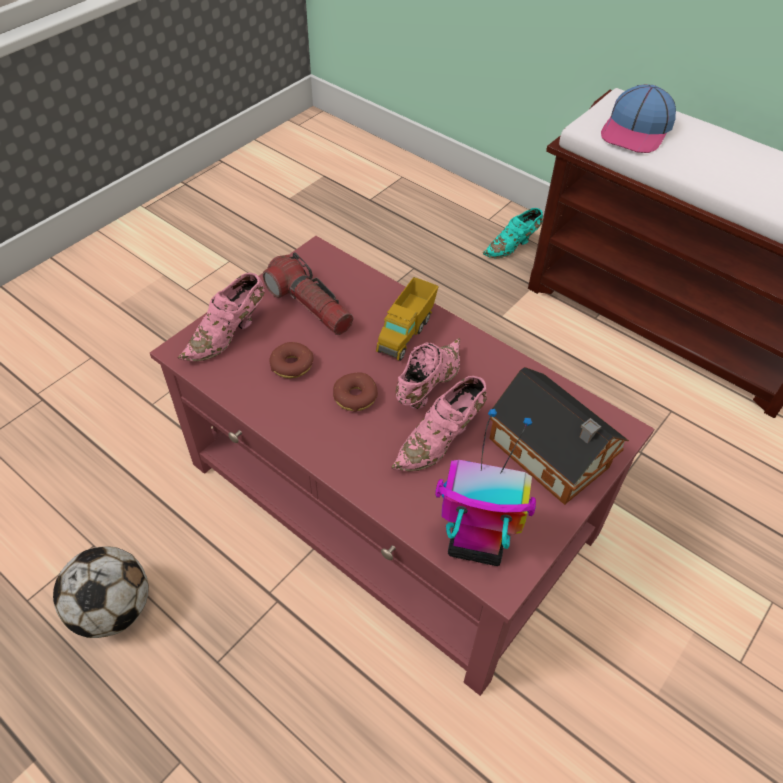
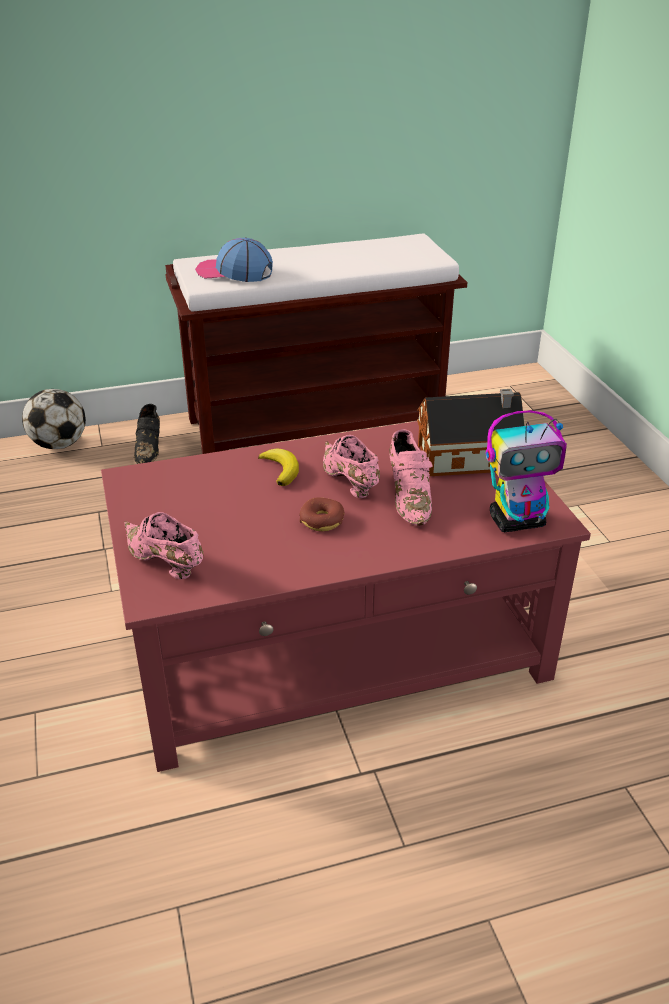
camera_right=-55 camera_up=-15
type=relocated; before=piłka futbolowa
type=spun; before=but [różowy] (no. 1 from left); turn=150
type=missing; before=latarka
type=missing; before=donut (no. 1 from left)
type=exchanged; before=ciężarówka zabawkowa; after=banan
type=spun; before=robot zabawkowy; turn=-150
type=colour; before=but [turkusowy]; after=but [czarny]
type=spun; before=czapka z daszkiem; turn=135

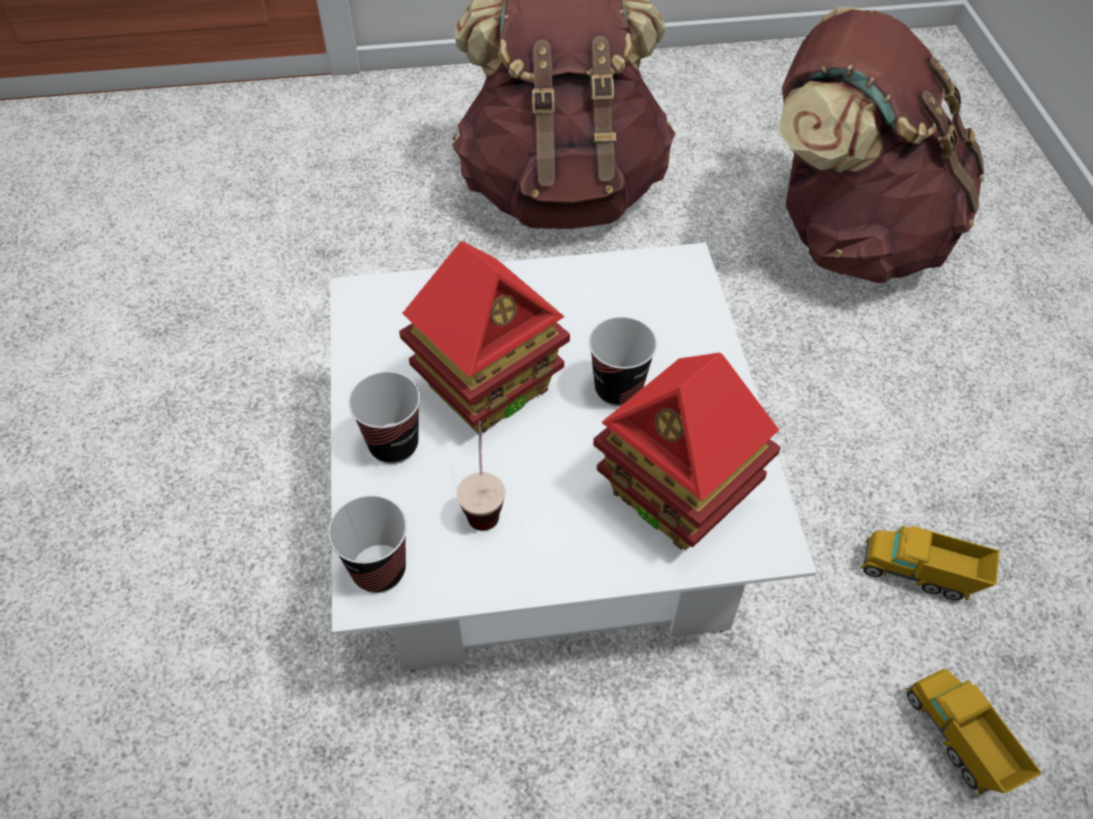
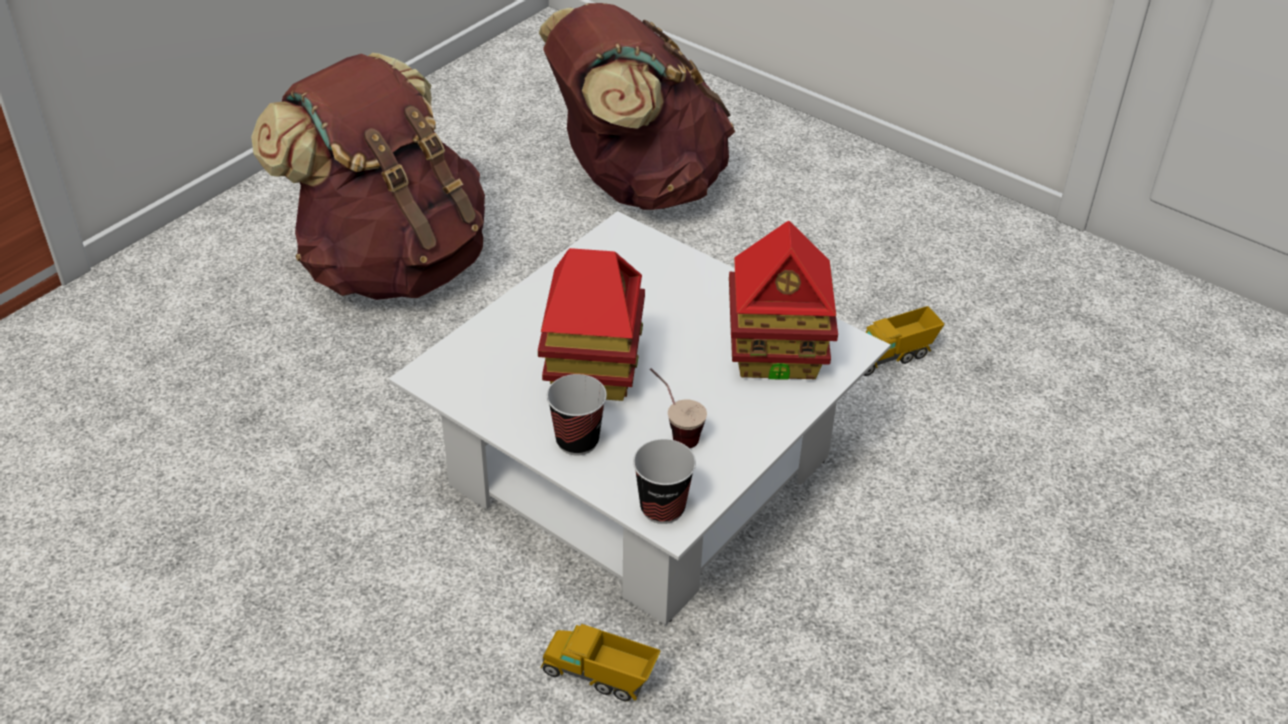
camera_right=-45 camera_up=-10
type=missing; before=filiżanka (no. 4 from left)
type=relocated; before=ciężarówka zabawkowa (no. 2 from left in the first image); after=ciężarówka zabawkowa (no. 1 from left)

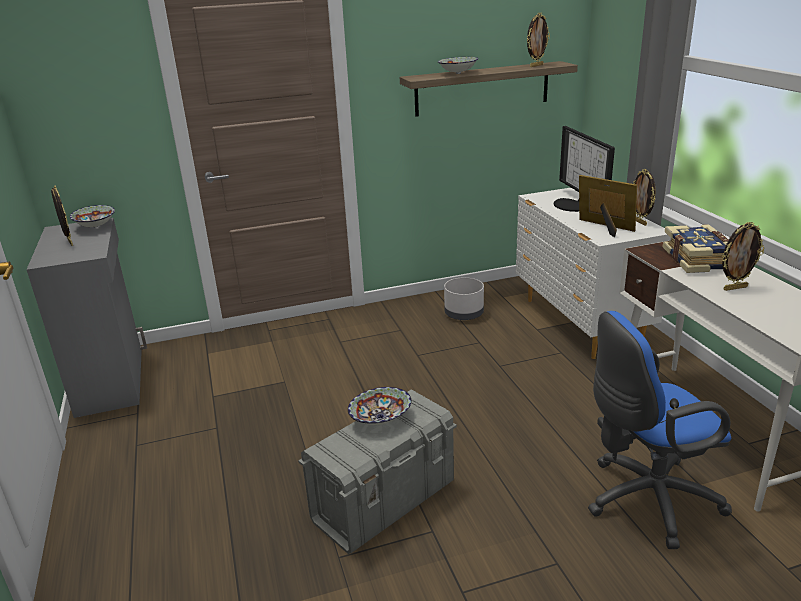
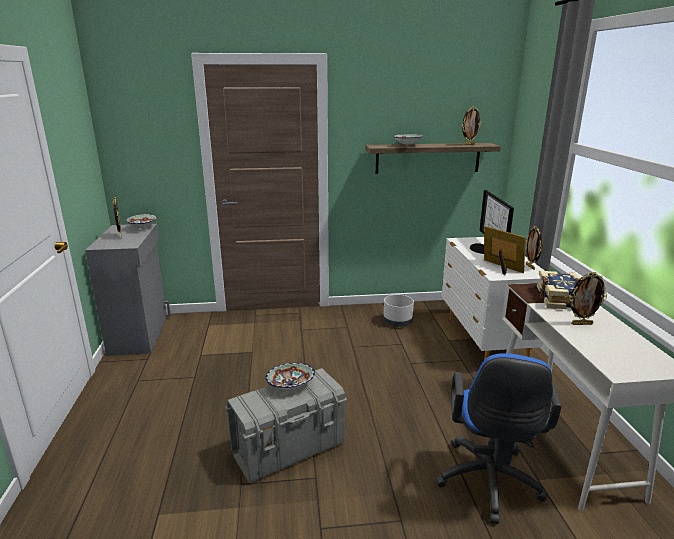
camera_right=10 camera_up=-5
type=spun; before=krzesło biurowe [niebieski]; turn=-75

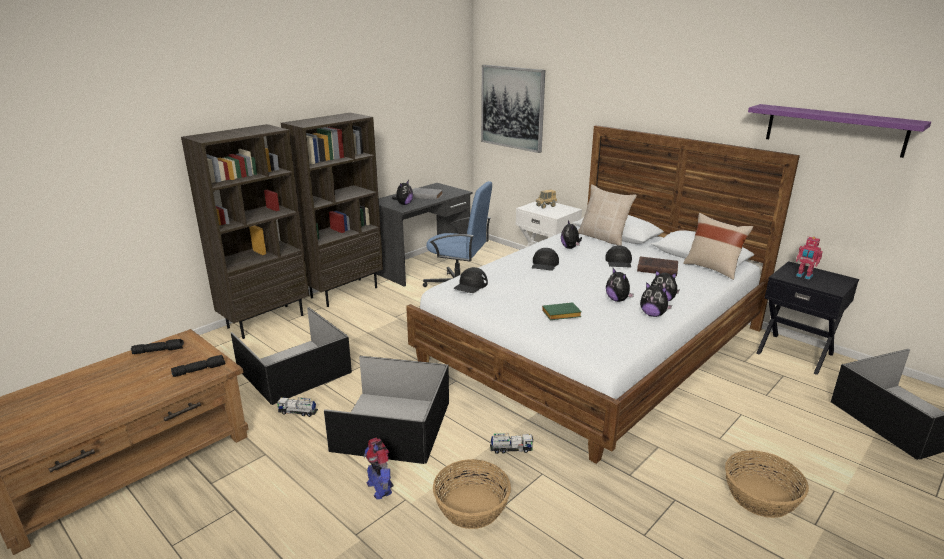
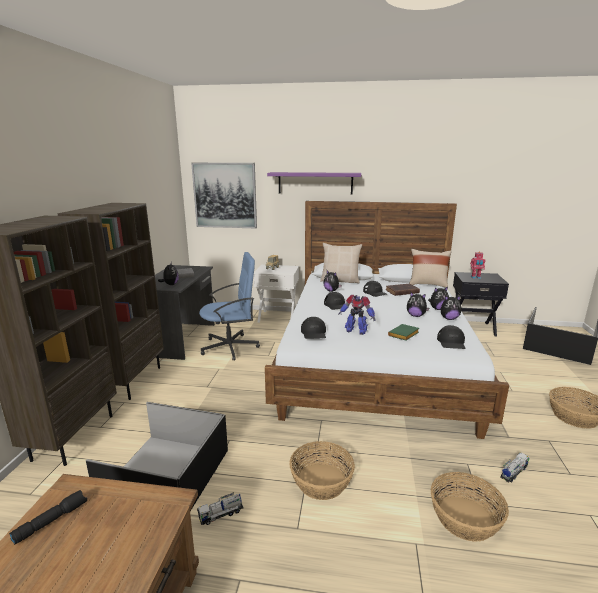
camera_right=-35 camera_up=-5
type=missing; before=latarka [czarny] (no. 2 from left)
type=exchanged; before=pojemnik do przechowywania [czarny] (no. 2 from left); after=koszyk (no. 1 from left)
type=relocated; before=robot zabawkowy (no. 1 from left)
type=relocated; before=ciężarówka zabawkowa (no. 2 from left in the first image); after=ciężarówka zabawkowa (no. 3 from left)
type=relocated; before=półka [fioletowy]
type=appeared; after=czapka z daszkiem [czarny] (no. 4 from left)

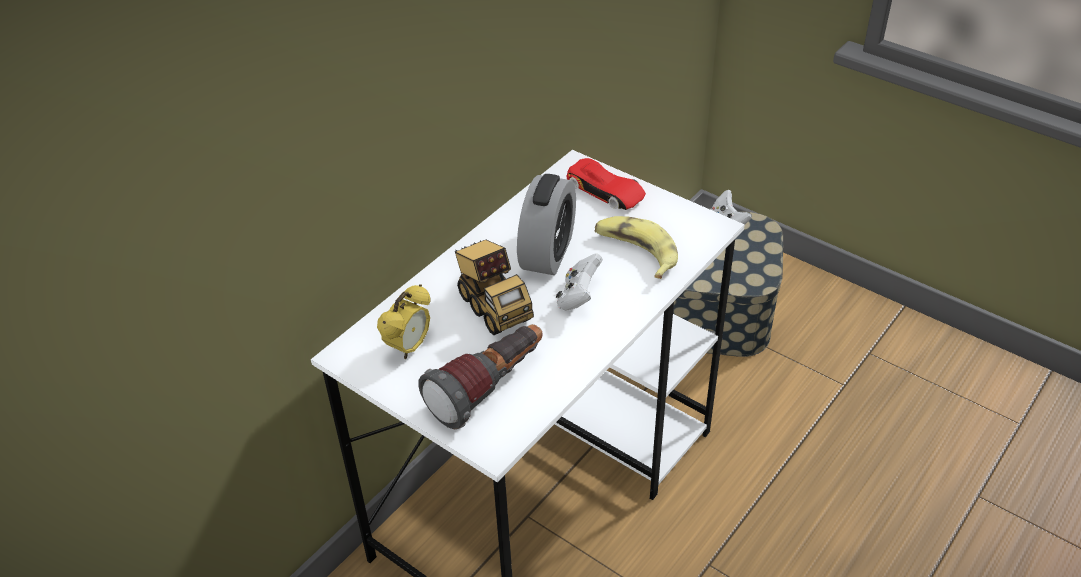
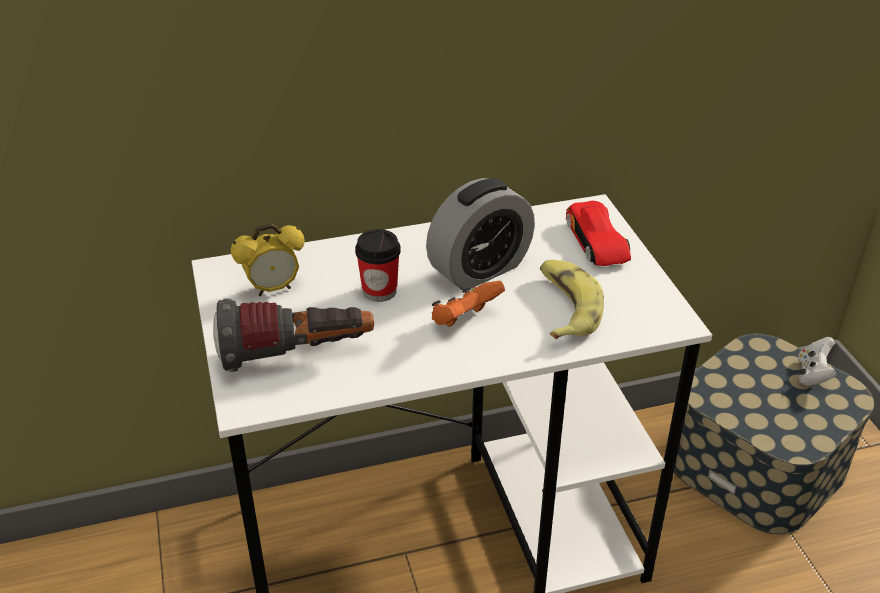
camera_right=35 camera_up=-5
type=exchanged; before=ciężarówka zabawkowa; after=filiżanka
type=colour; before=pad do gier [biały] (no. 1 from left); after=pad do gier [pomarańczowy]

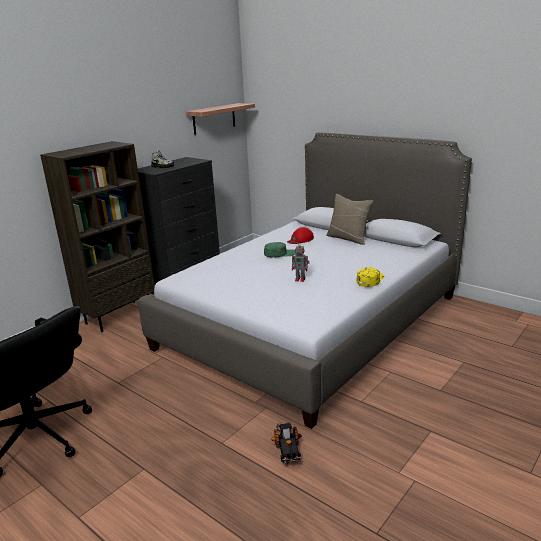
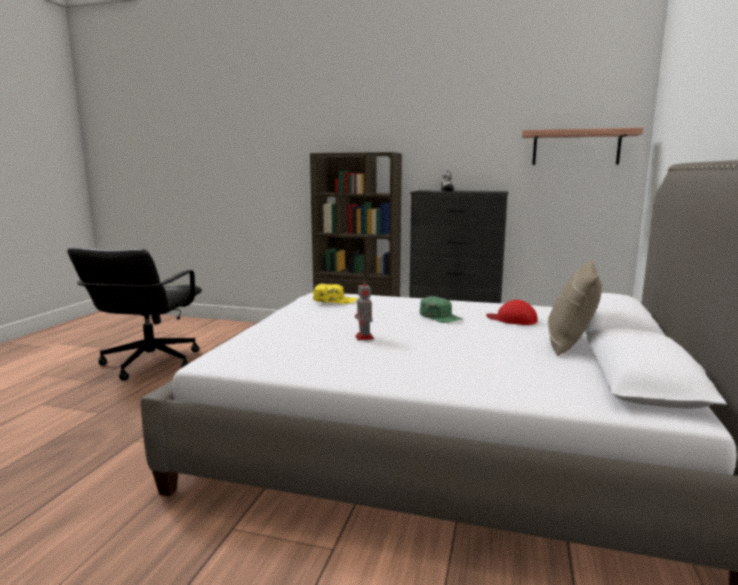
camera_right=65 camera_up=-10
type=missing; before=ciężarówka zabawkowa
type=relocated; before=czapka z daszkiem [żółty]

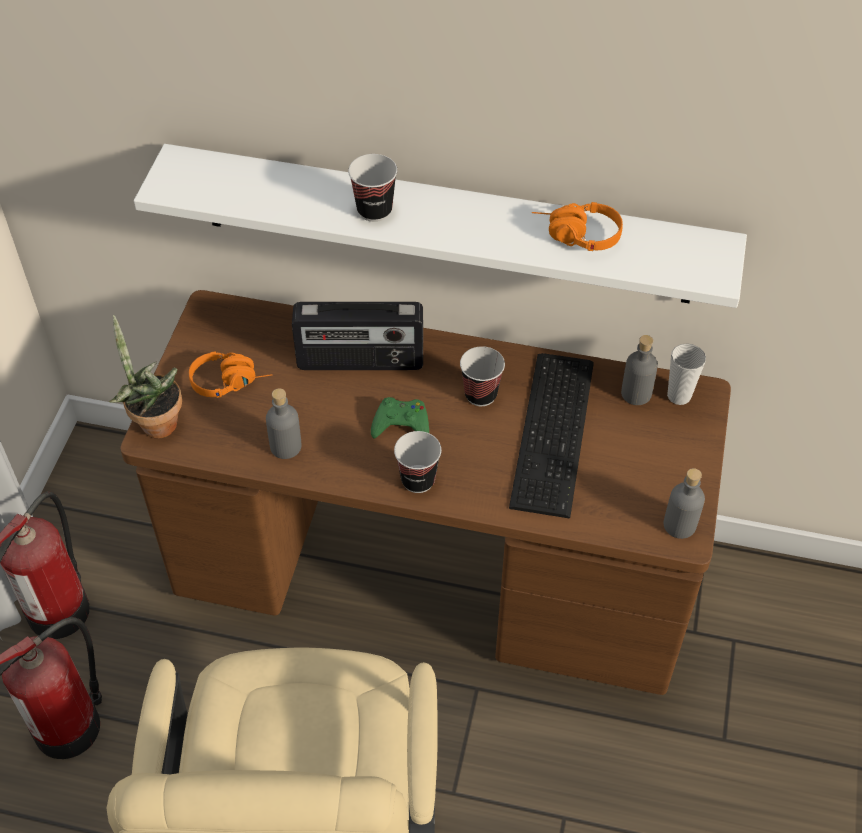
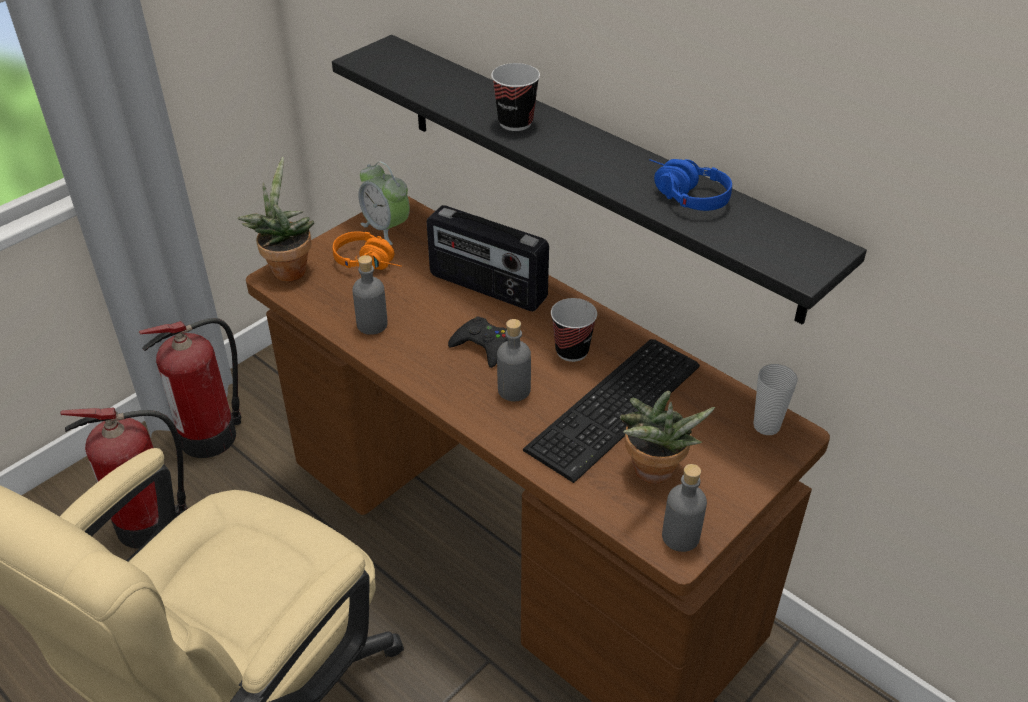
camera_right=30 camera_up=-10
type=colour; before=półka [biały]; after=półka [czarny]
type=colour; before=pad do gier [zielony]; after=pad do gier [czarny]
type=missing; before=filiżanka (no. 2 from left)
type=colour; before=słuchawki [pomarańczowy] (no. 2 from left); after=słuchawki [niebieski]
type=relocated; before=butelka [szary] (no. 2 from left)
type=appeared; after=budzik
type=appeared; after=roślina doniczkowa (no. 2 from left)

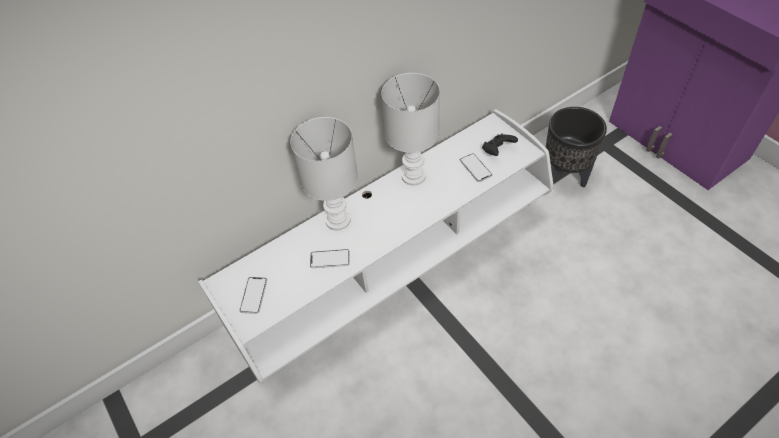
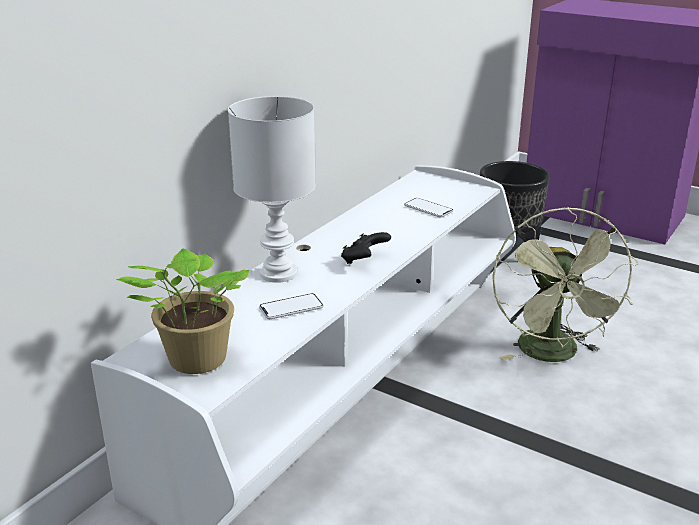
camera_right=-25 camera_up=-25
type=exchanged; before=telefon (no. 1 from left); after=roślina doniczkowa
type=missing; before=lampa stołowa [biały] (no. 2 from left)
type=relocated; before=pad do gier [czarny]
type=appeared; after=wentylator [zielony]

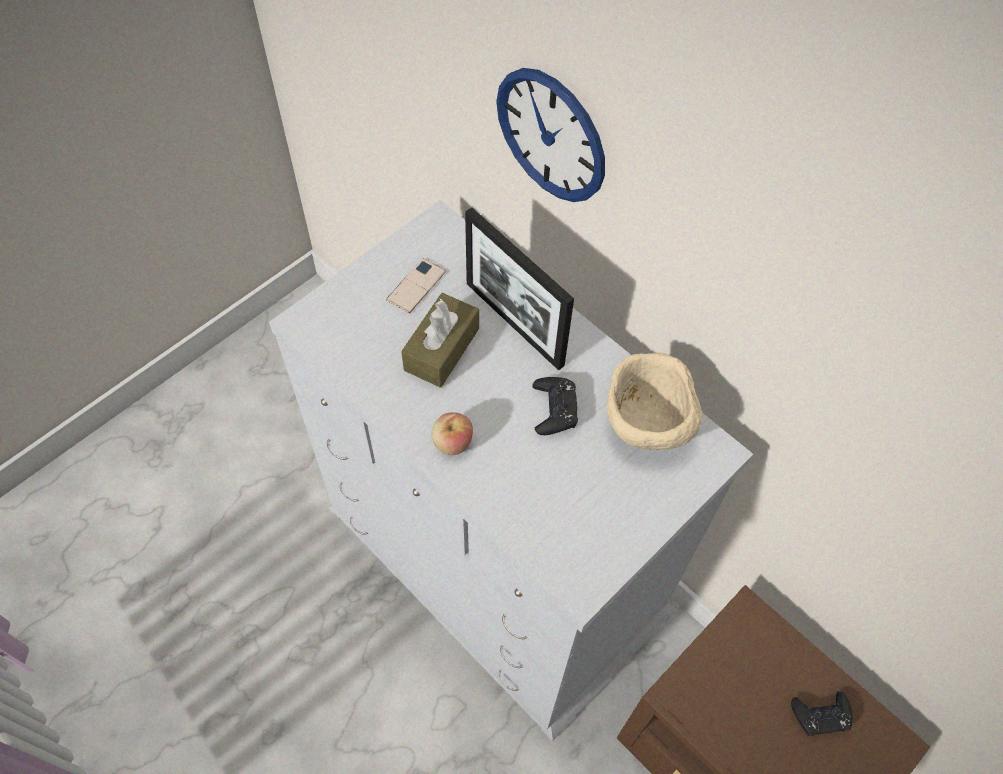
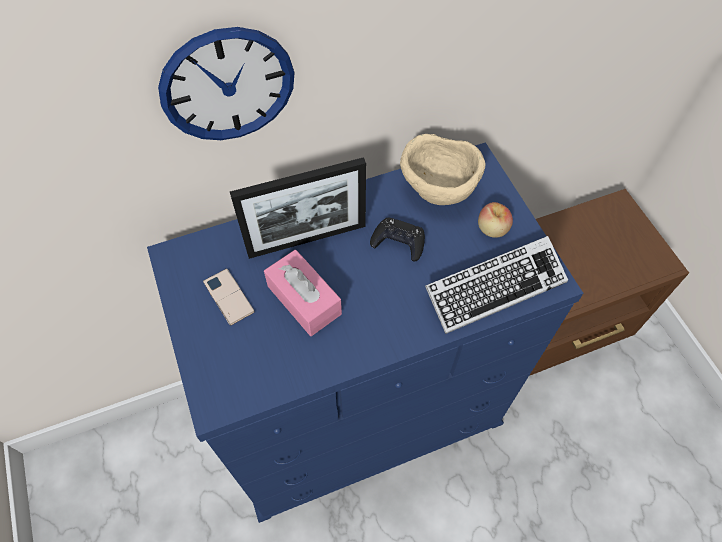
camera_right=-65 camera_up=0
type=colour; before=komoda [biały]; after=komoda [niebieski]
type=colour; before=pudełko chusteczek [brązowy]; after=pudełko chusteczek [różowy]
type=relocated; before=jabłko
type=missing; before=pad do gier [czarny] (no. 2 from left)
type=appeared; after=klawiatura

